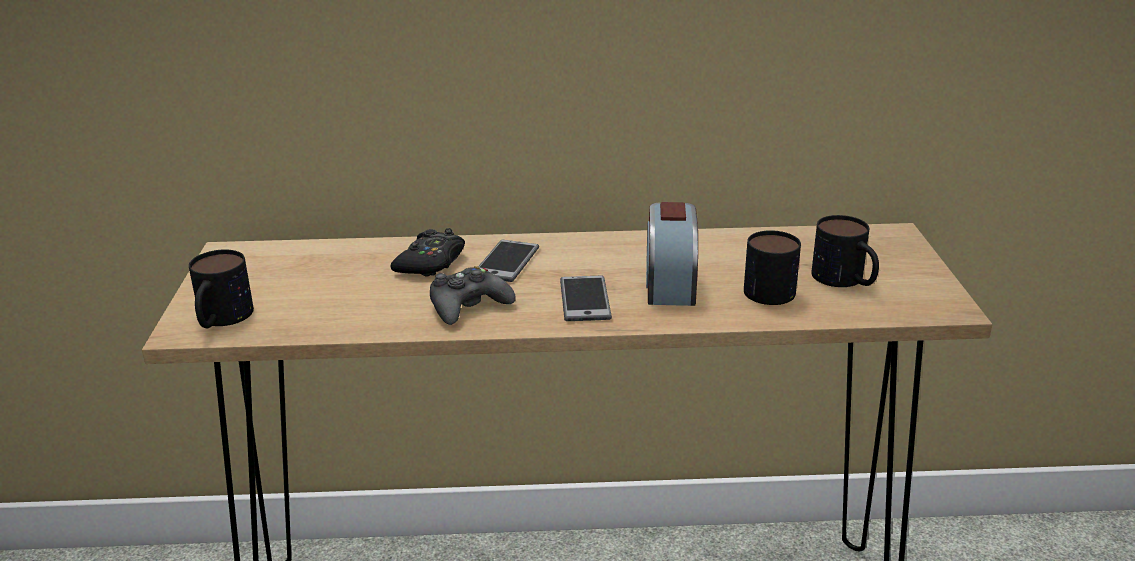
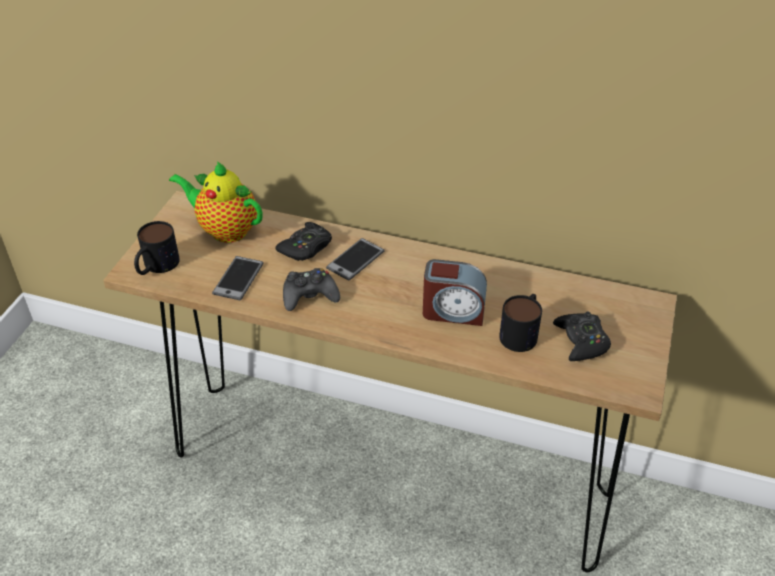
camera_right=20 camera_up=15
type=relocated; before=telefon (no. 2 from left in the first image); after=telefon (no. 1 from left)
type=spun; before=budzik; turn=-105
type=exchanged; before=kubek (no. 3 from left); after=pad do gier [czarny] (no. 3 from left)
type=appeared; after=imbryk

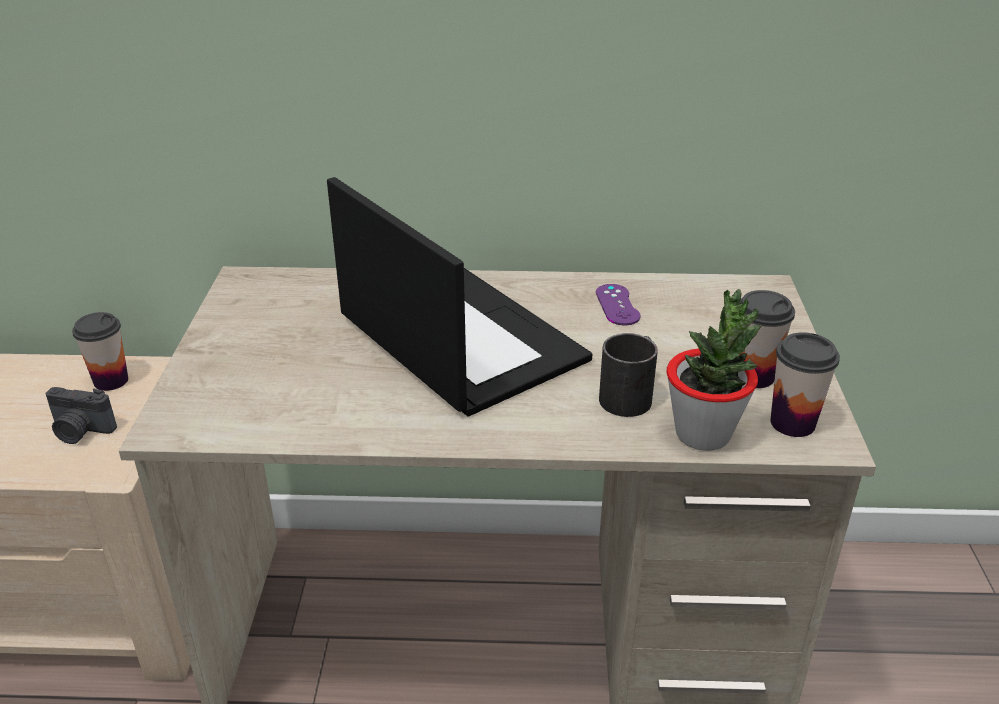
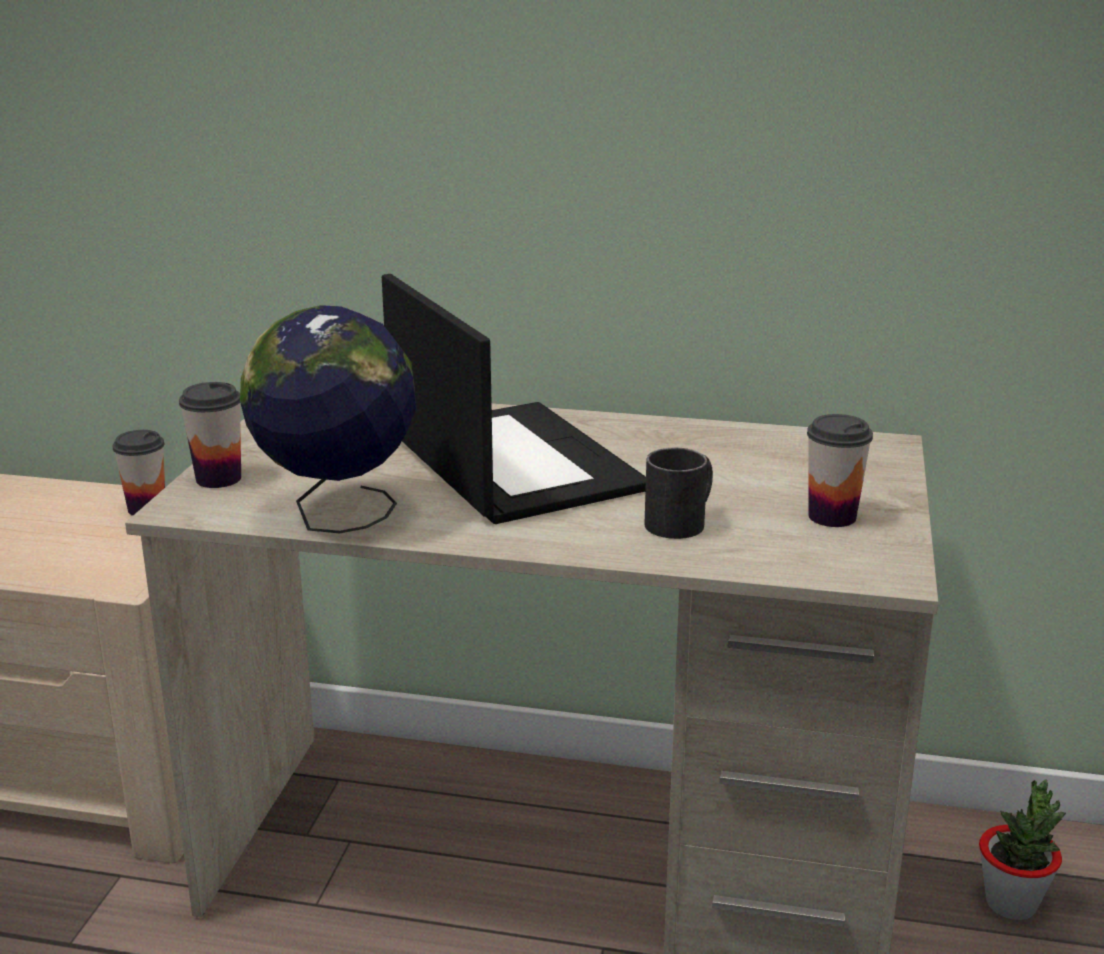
camera_right=10 camera_up=-10
type=missing; before=aparat fotograficzny
type=missing; before=pad do gier [fioletowy]
type=relocated; before=roślina doniczkowa
type=relocated; before=filiżanka (no. 3 from left in the first image); after=filiżanka (no. 2 from left)
type=appeared; after=globus

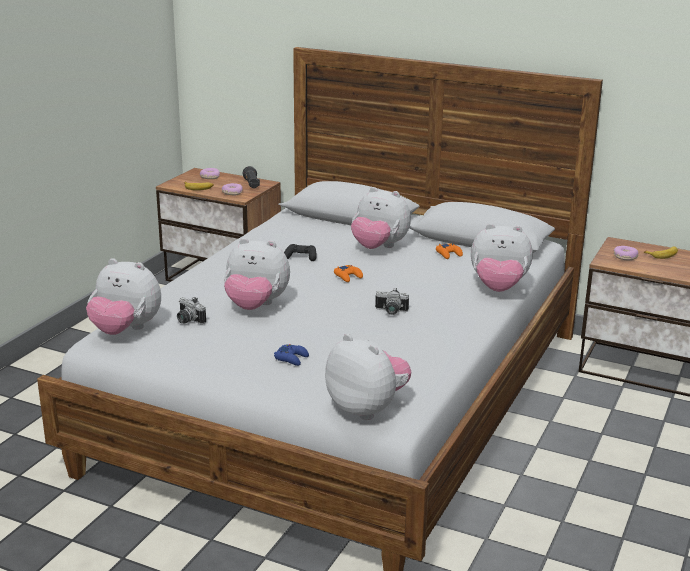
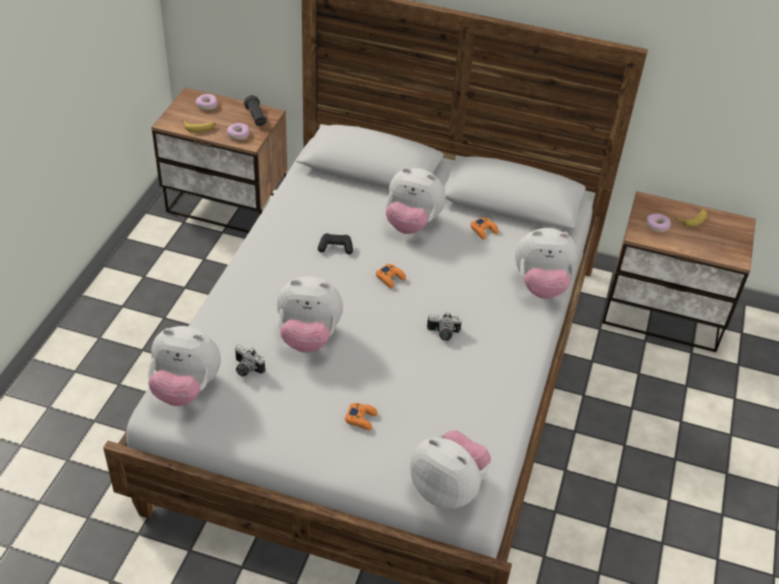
camera_right=-10 camera_up=20
type=colour; before=pad do gier [niebieski]; after=pad do gier [pomarańczowy] (no. 1 from left)

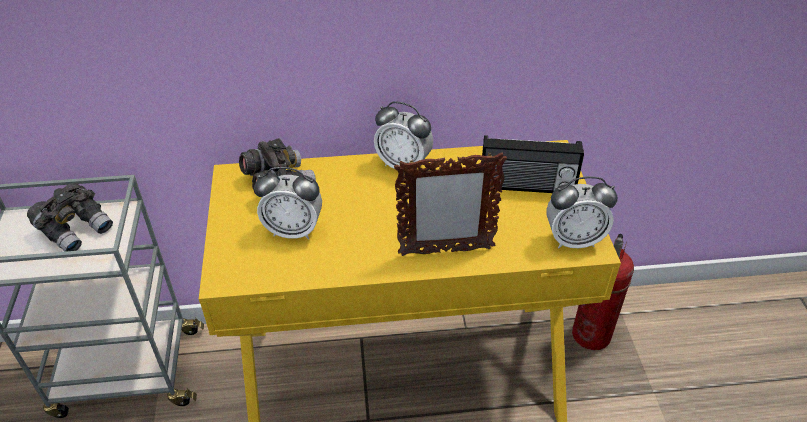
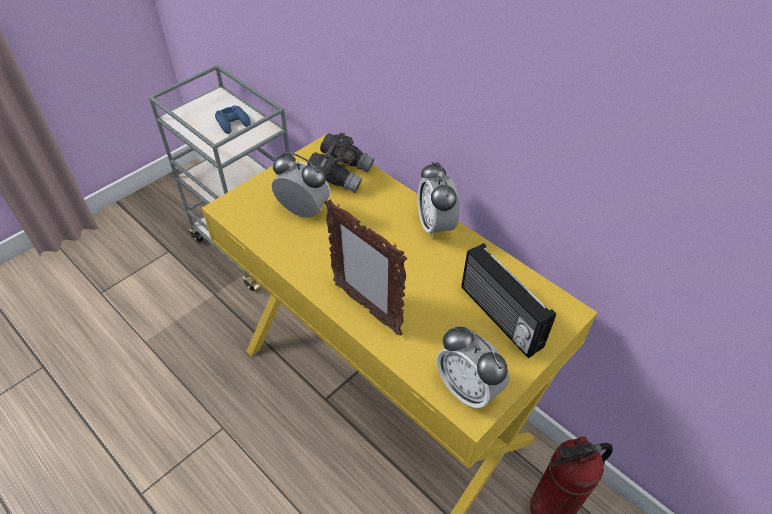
camera_right=50 camera_up=5
type=exchanged; before=lornetka [szary] (no. 1 from left); after=pad do gier [niebieski]
type=spun; before=budzik (no. 1 from left); turn=150

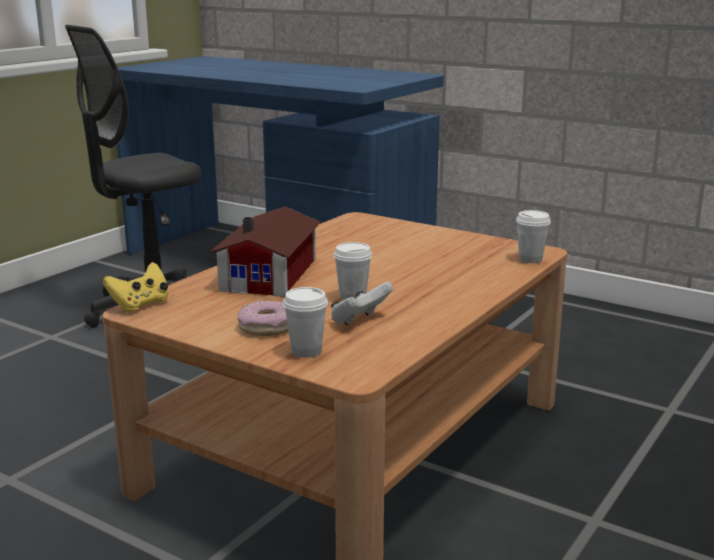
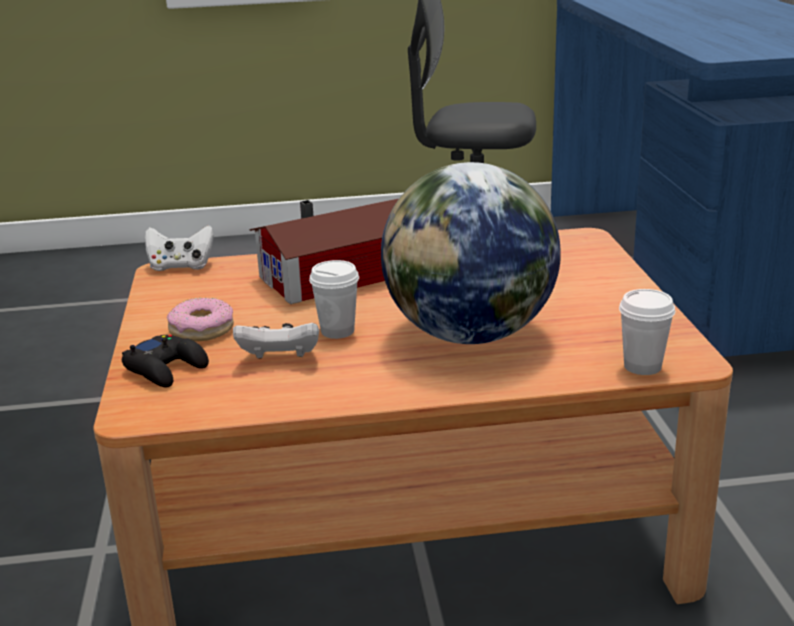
camera_right=50 camera_up=5
type=colour; before=pad do gier [żółty]; after=pad do gier [biały] (no. 1 from left)
type=exchanged; before=filiżanka [biały] (no. 1 from left); after=pad do gier [czarny]
type=appeared; after=globus

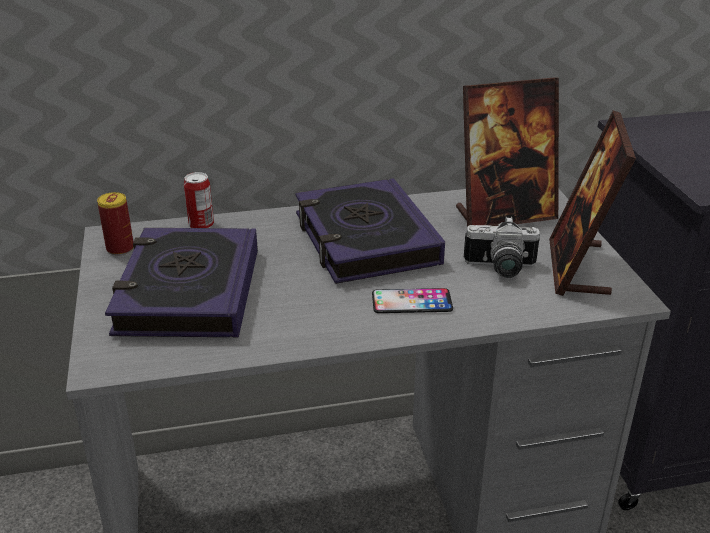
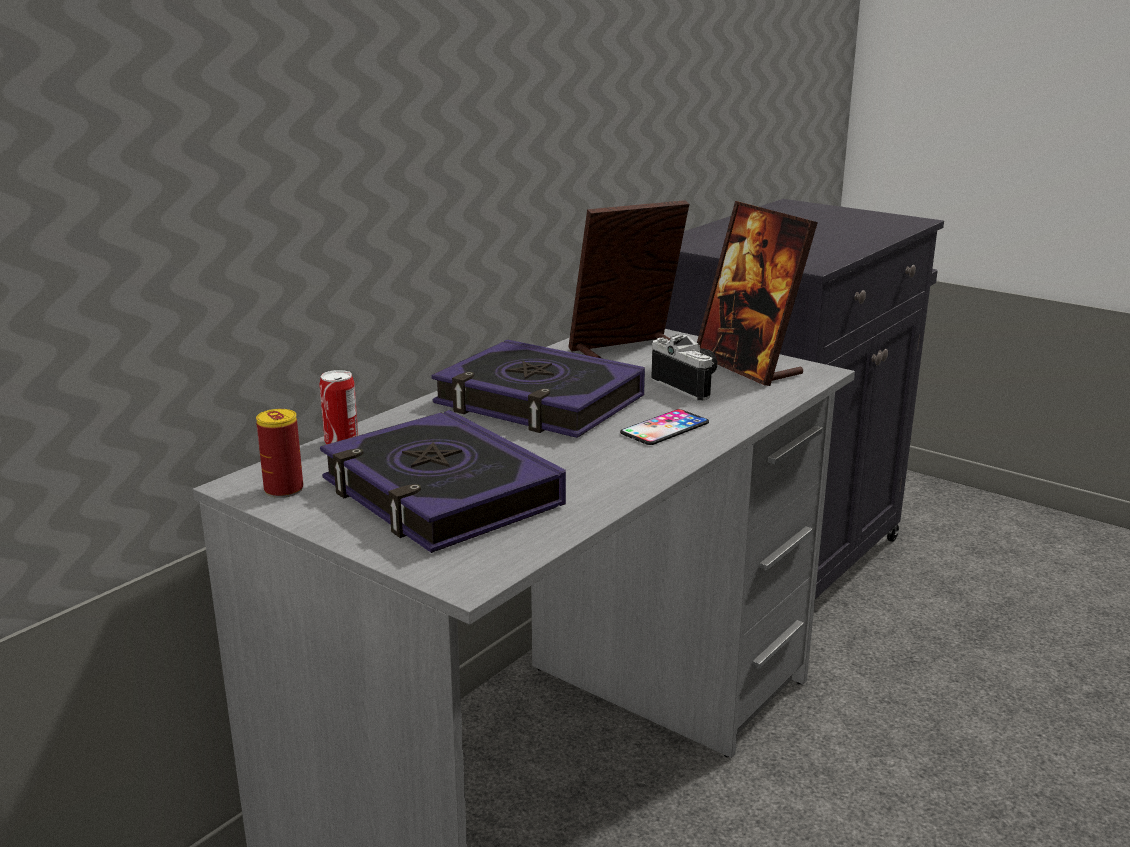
camera_right=-40 camera_up=-10
type=spun; before=ramka na zdjęcie (no. 1 from left); turn=-150
type=spun; before=aparat fotograficzny; turn=-90

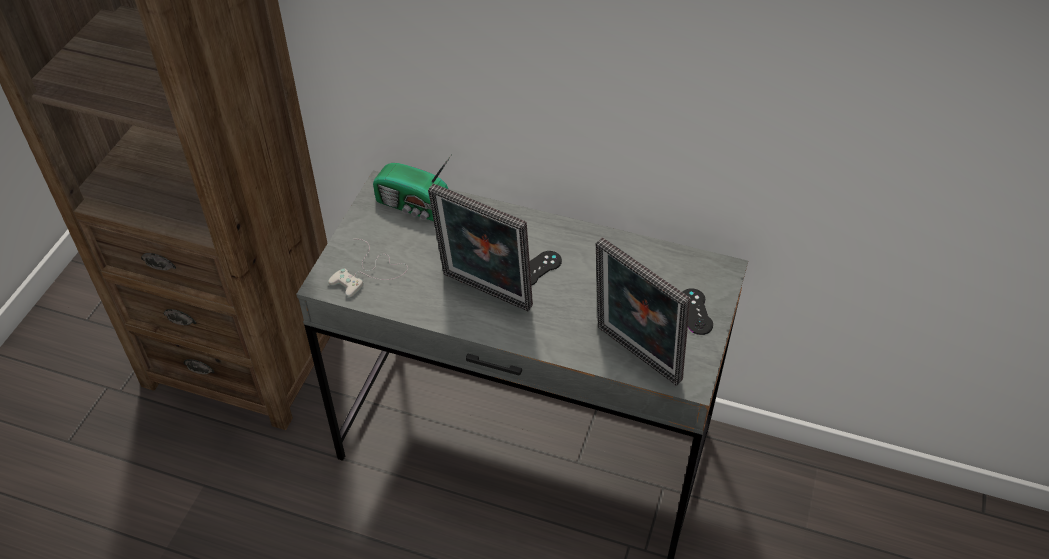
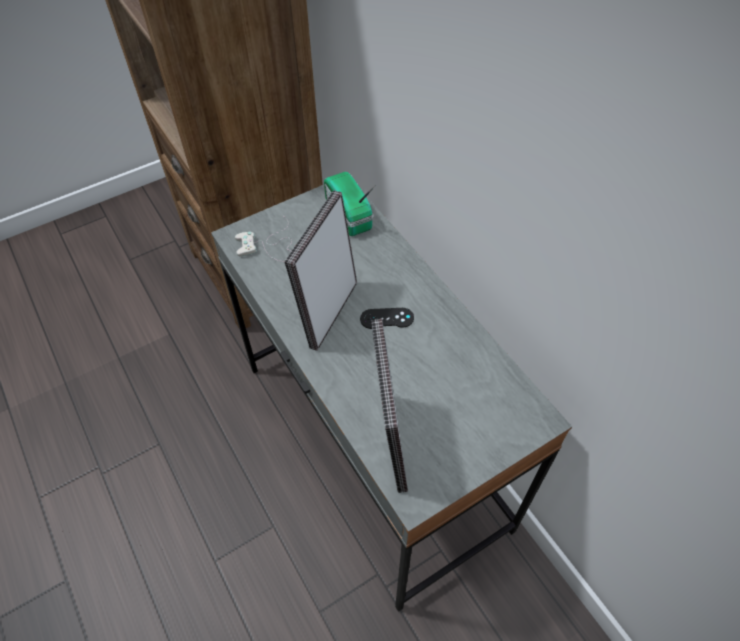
camera_right=40 camera_up=5
type=spun; before=ramka na zdjęcie (no. 1 from left); turn=45
type=missing; before=pad do gier [czarny] (no. 2 from left)

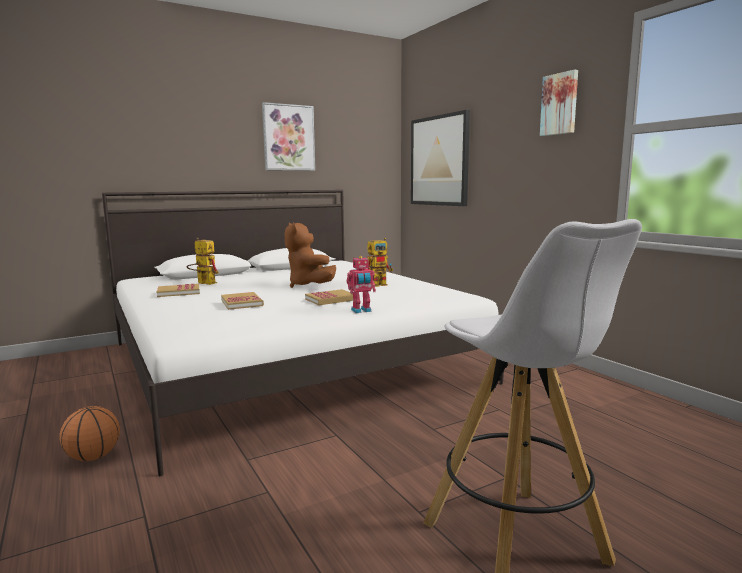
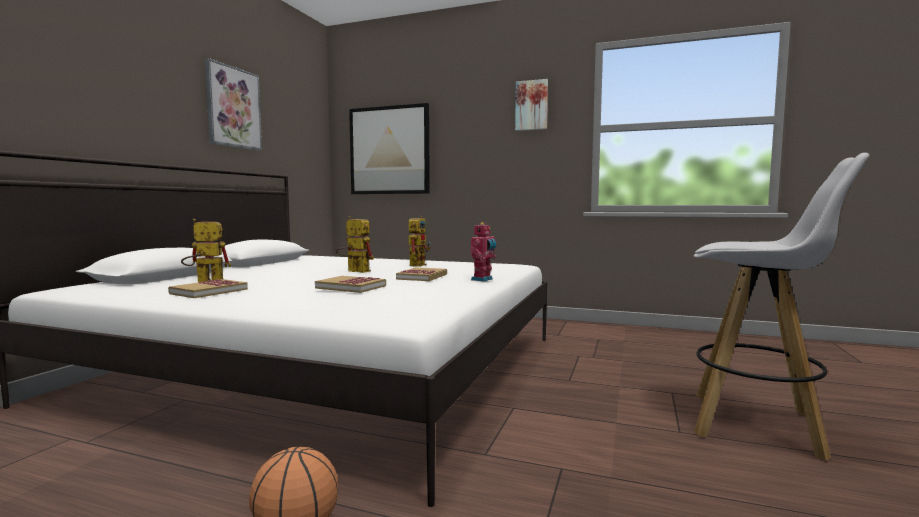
camera_right=-40 camera_up=-5
type=exchanged; before=pluszak [brązowy]; after=robot zabawkowy (no. 2 from left)

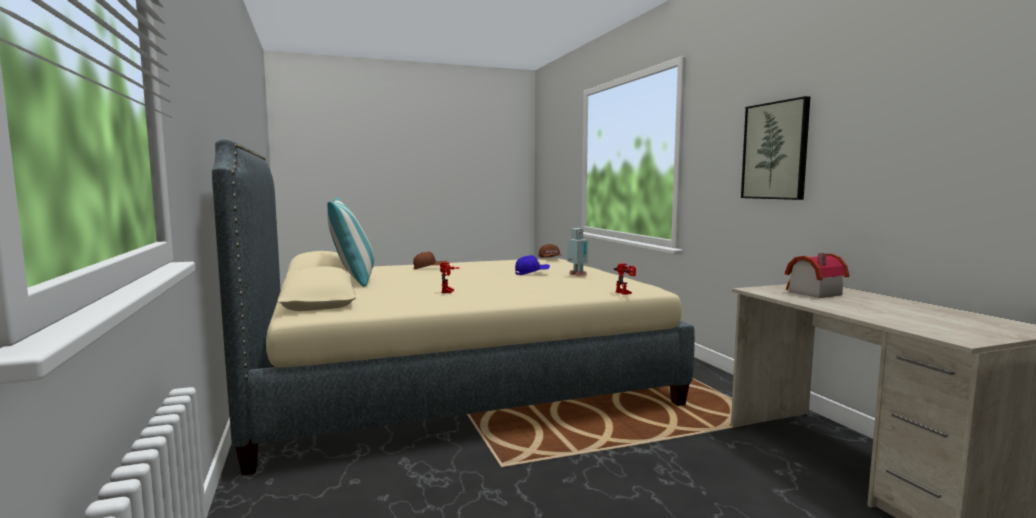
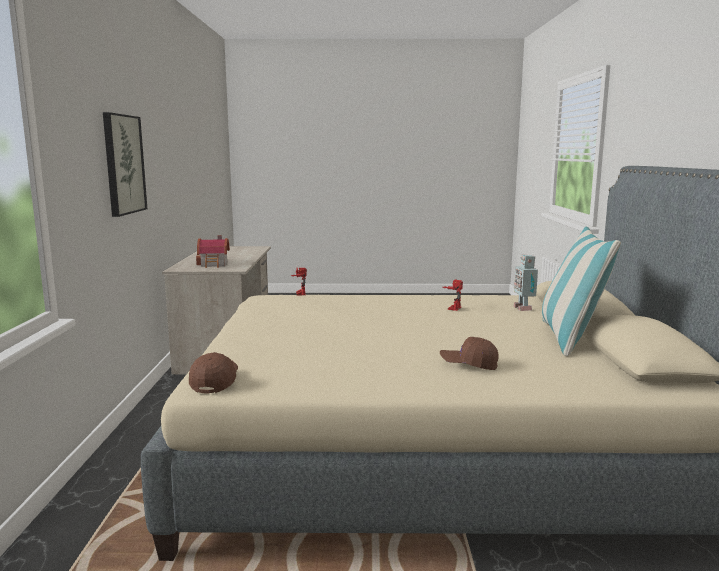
camera_right=-160 camera_up=5
type=missing; before=czapka z daszkiem [niebieski]
type=relocated; before=robot zabawkowy (no. 2 from left in the first image); after=robot zabawkowy (no. 3 from left)

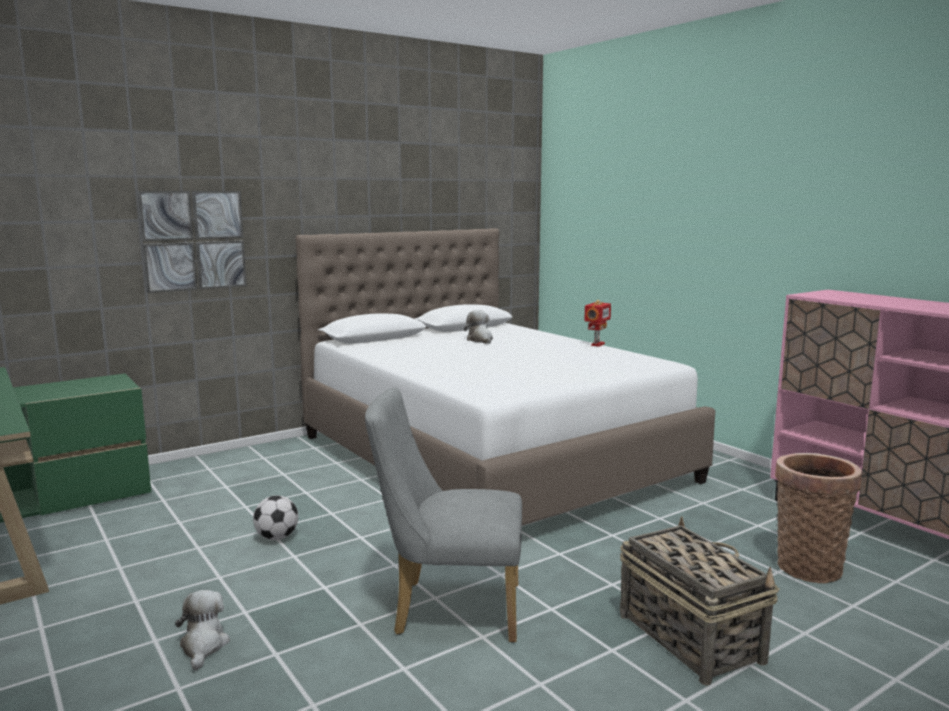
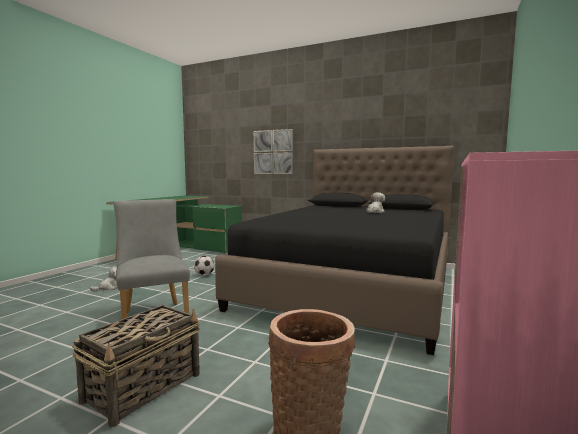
camera_right=60 camera_up=-5
type=colour; before=łóżko [biały]; after=łóżko [czarny]
type=missing; before=robot zabawkowy

